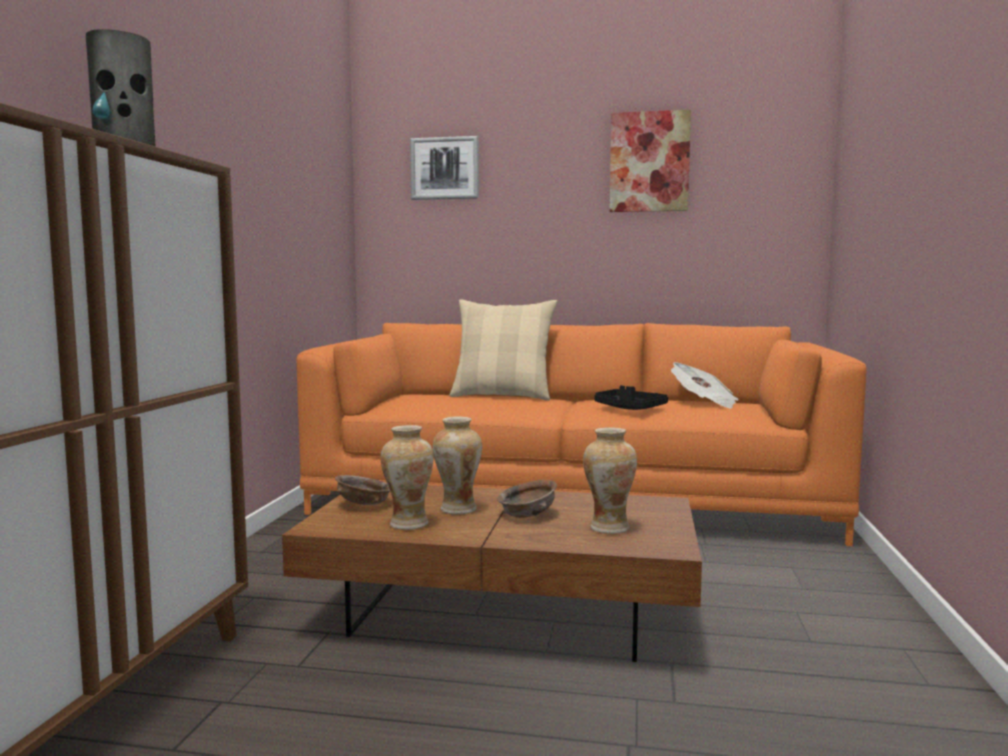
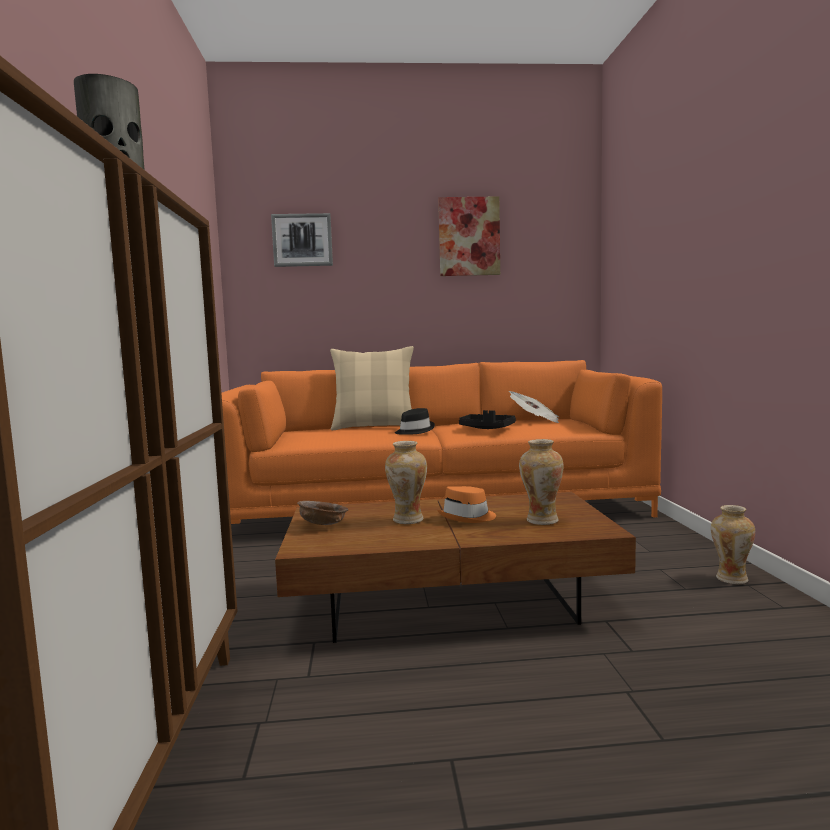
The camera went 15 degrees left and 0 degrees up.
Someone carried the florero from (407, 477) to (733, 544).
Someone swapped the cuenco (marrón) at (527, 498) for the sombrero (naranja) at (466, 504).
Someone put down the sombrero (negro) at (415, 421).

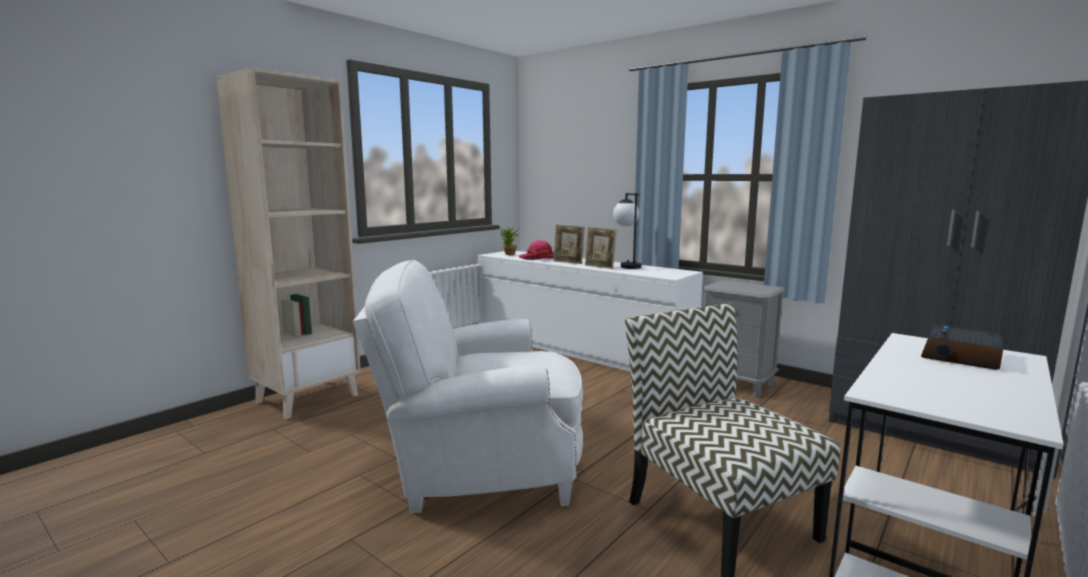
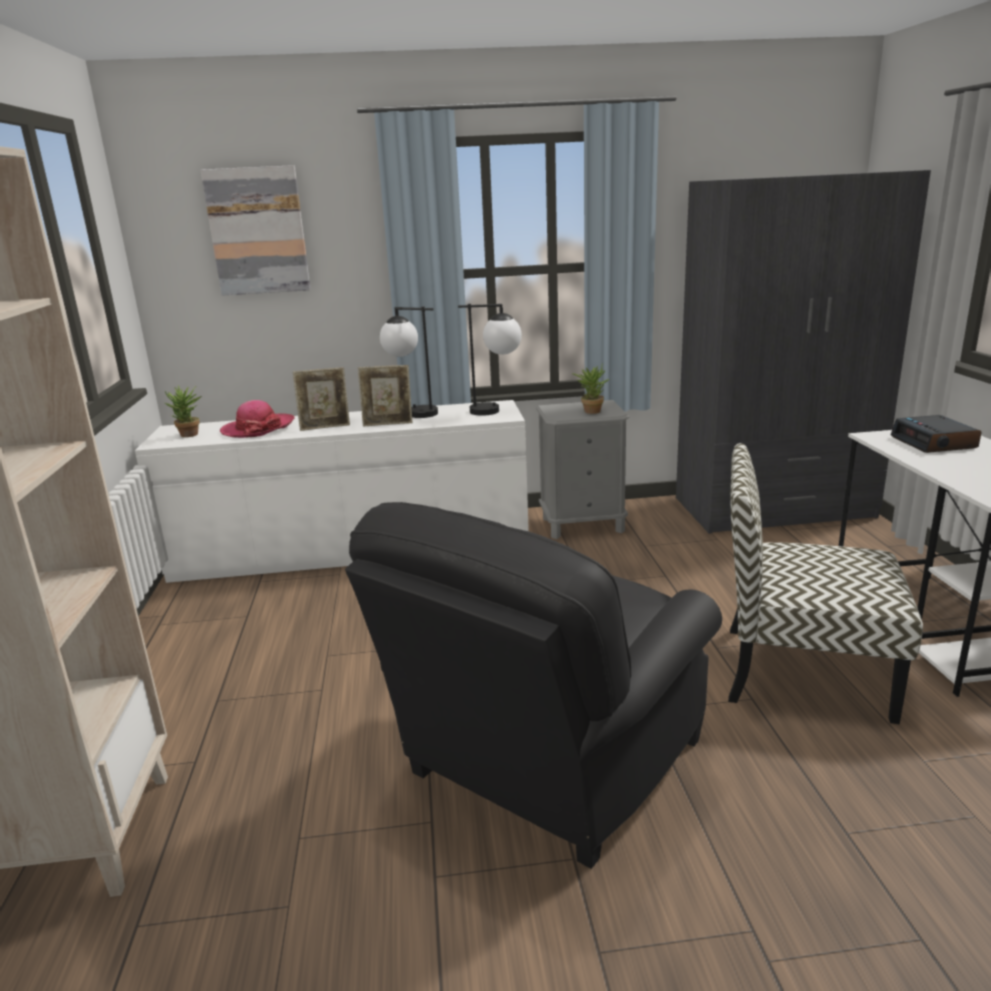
The camera went 45 degrees left and 10 degrees up.
Someone repainted the sillón (blanco) at (467, 386), which became the sillón (negro) at (533, 685).
Someone put up the cuadro at (255, 230).
Someone put down the lámpara de mesa at (490, 360).
Someone put down the planta en maceta at (590, 390).

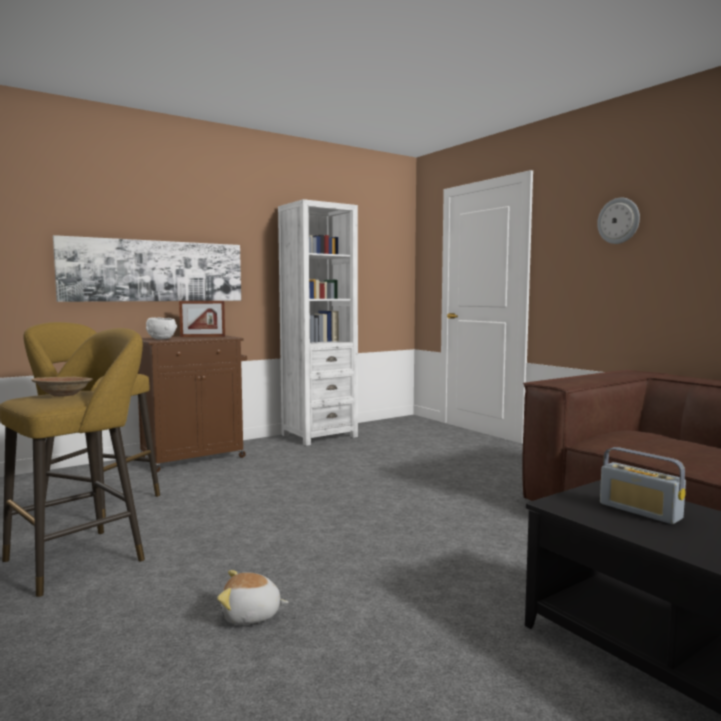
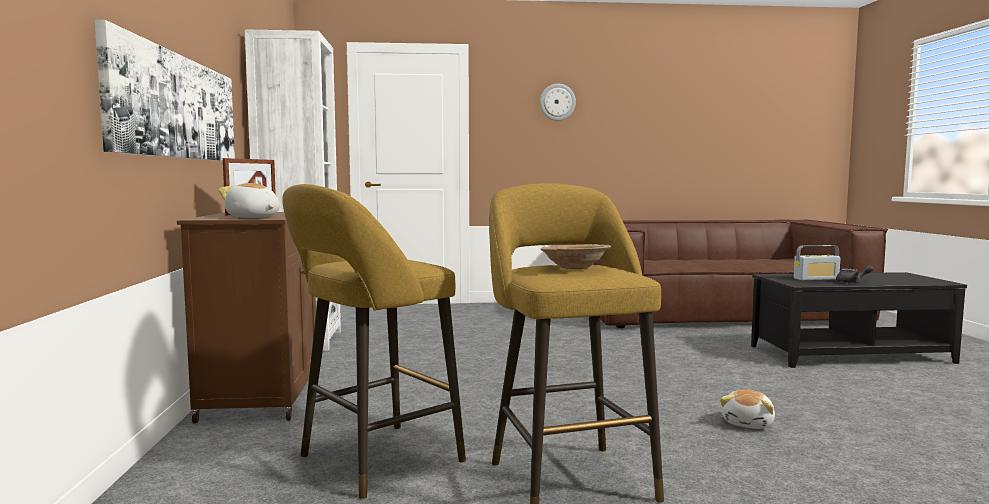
The camera went 60 degrees left and 0 degrees up.
Someone swapped the cuenco (blanco) at (161, 328) for the peluche at (249, 200).
Someone put down the tetera (gris) at (854, 275).

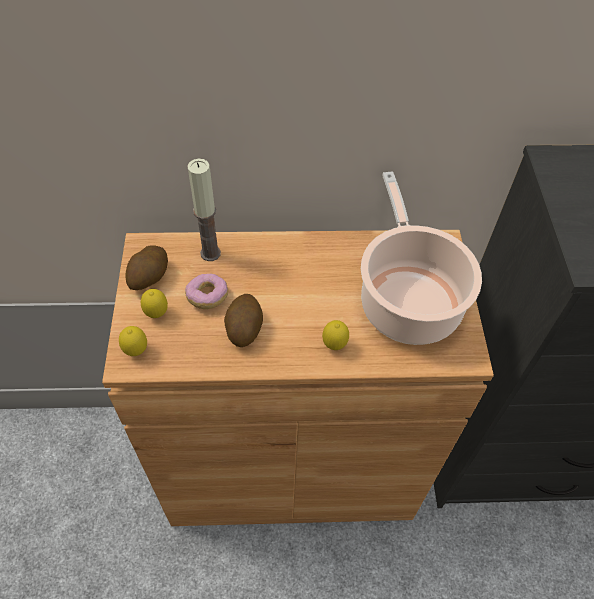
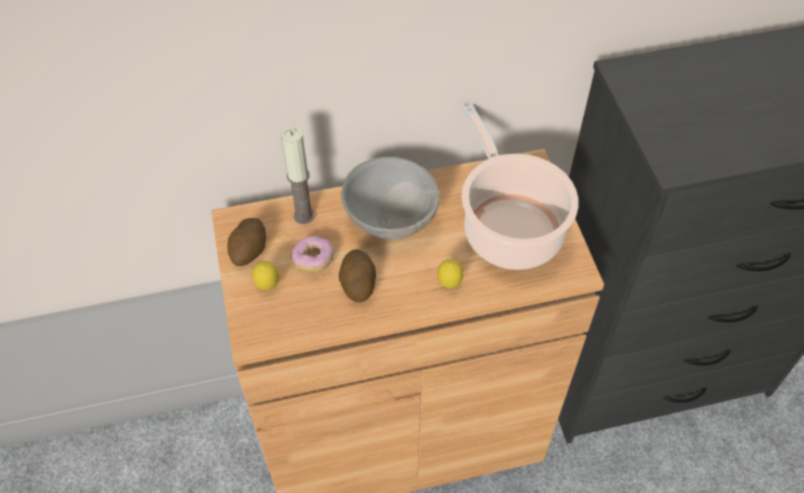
The camera went 10 degrees left and 0 degrees up.
Someone took away the limón at (133, 341).
Someone put down the cuenco (gris) at (390, 198).

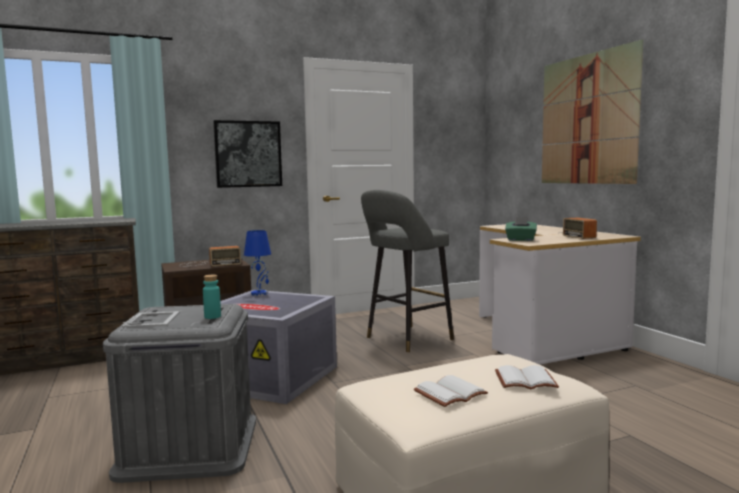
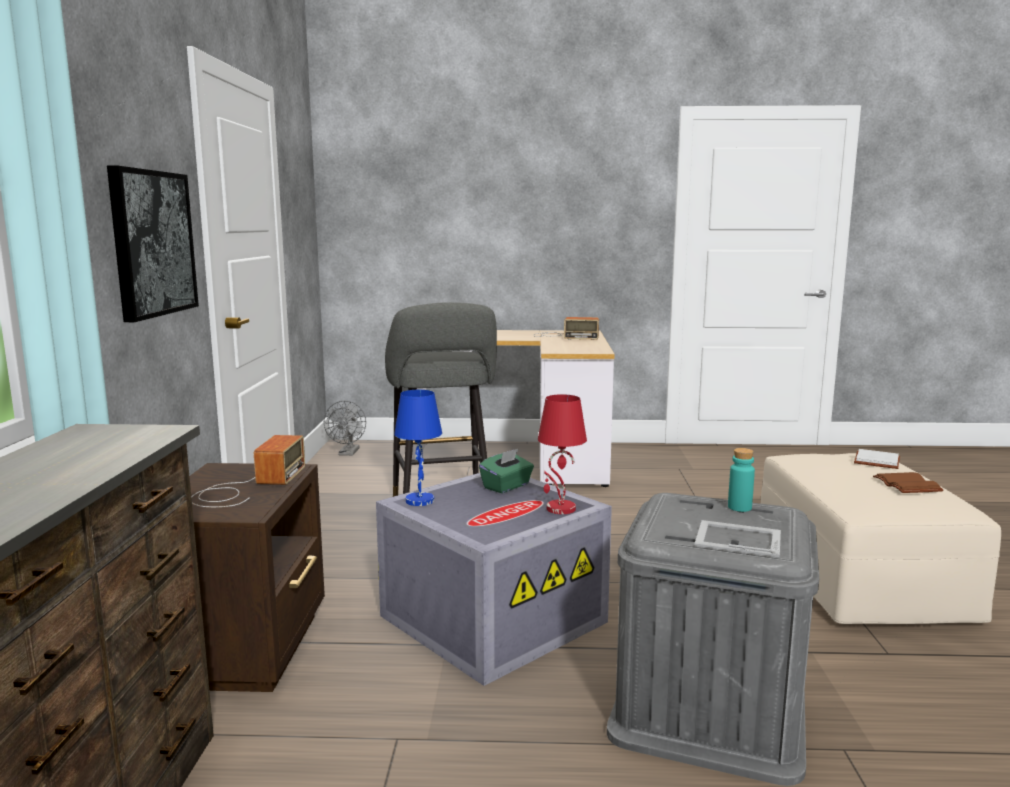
The camera went 65 degrees left and 5 degrees up.
Someone repainted the libro (blanco) at (451, 391), which became the libro (marrón) at (908, 482).
Someone carried the caja de pañuelos (verde) from (521, 229) to (506, 470).
Someone took away the cuadro at (592, 111).
Someone put down the ventilador (gris) at (345, 428).
Someone put down the lámpara de mesa (rojo) at (562, 454).

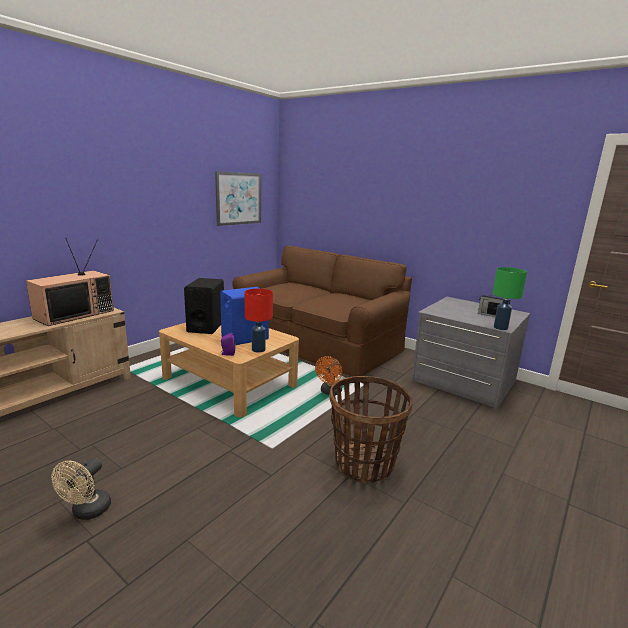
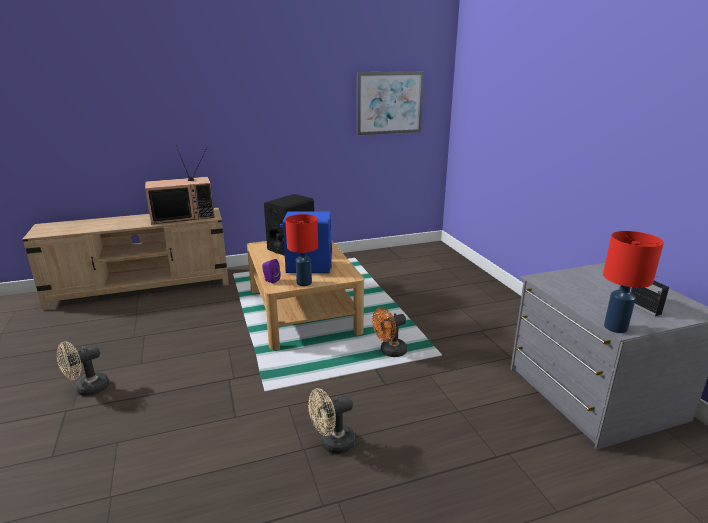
The camera went 35 degrees right and 5 degrees up.
Someone took away the sofá (marrón) at (322, 311).
Someone swapped the cesta at (371, 430) for the ventilador (beis) at (331, 421).
Someone repainted the lámpara de mesa (verde) at (510, 298), which became the lámpara de mesa (rojo) at (633, 282).

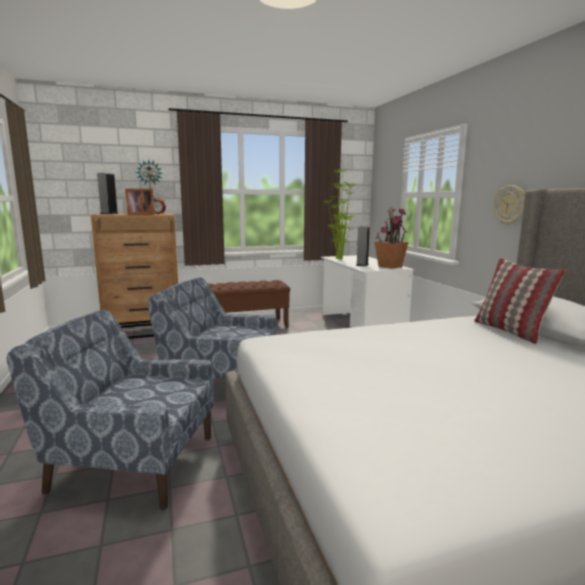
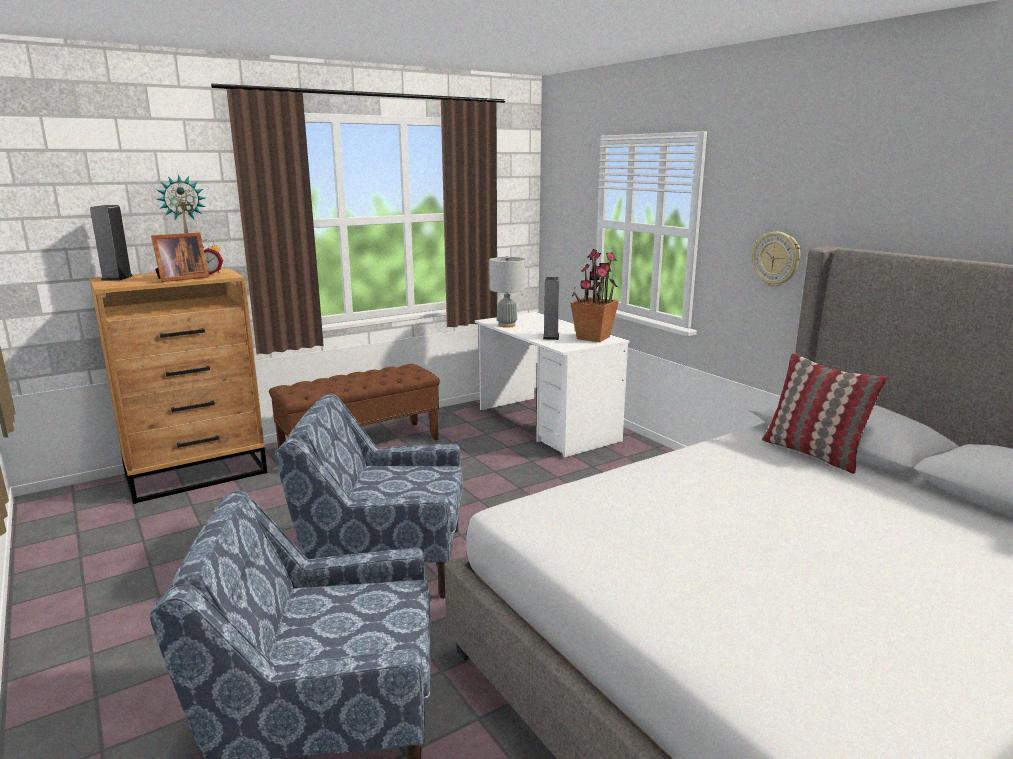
The camera went 15 degrees left and 5 degrees up.
Someone swapped the planta en maceta at (339, 214) for the lámpara de mesa (gris) at (507, 292).

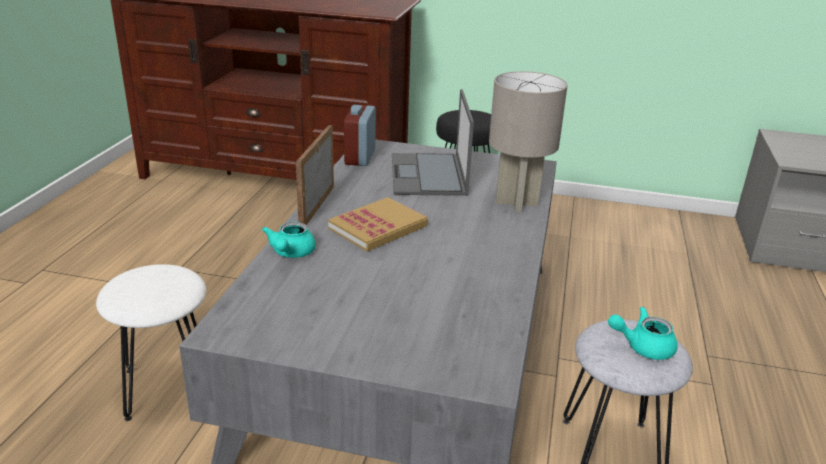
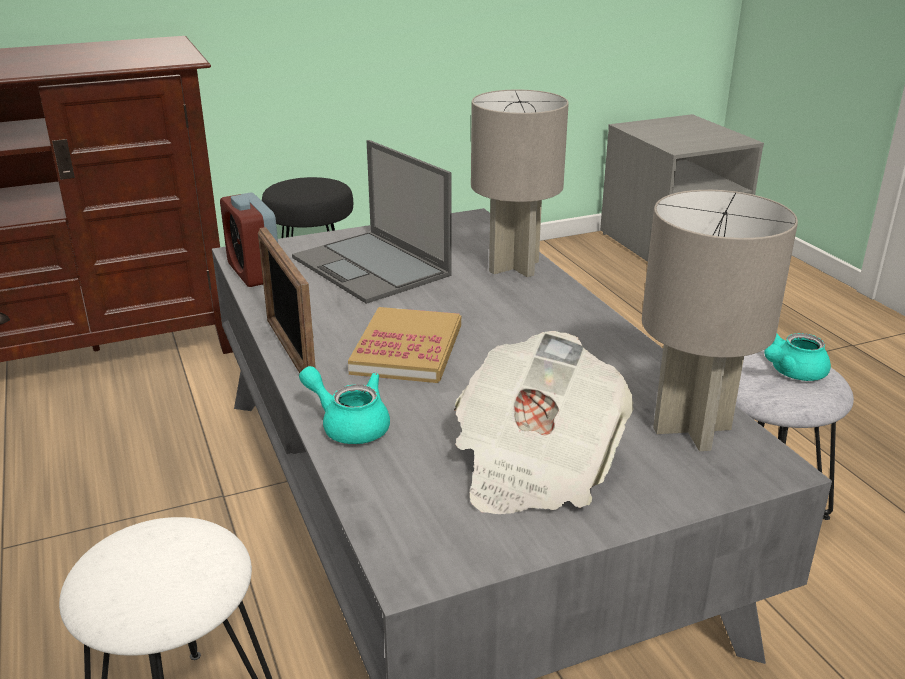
The camera went 35 degrees left and 0 degrees up.
Someone rotated the tetera (turquesa) at (289, 240) by 150 degrees clockwise.
Someone put down the periódico at (544, 422).
Someone put down the lámpara de mesa (gris) at (720, 320).

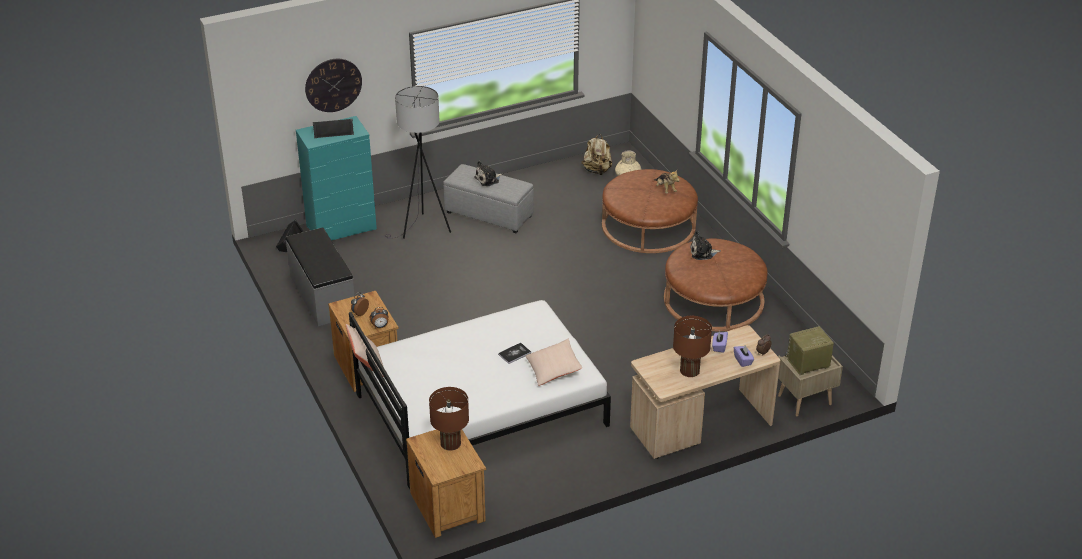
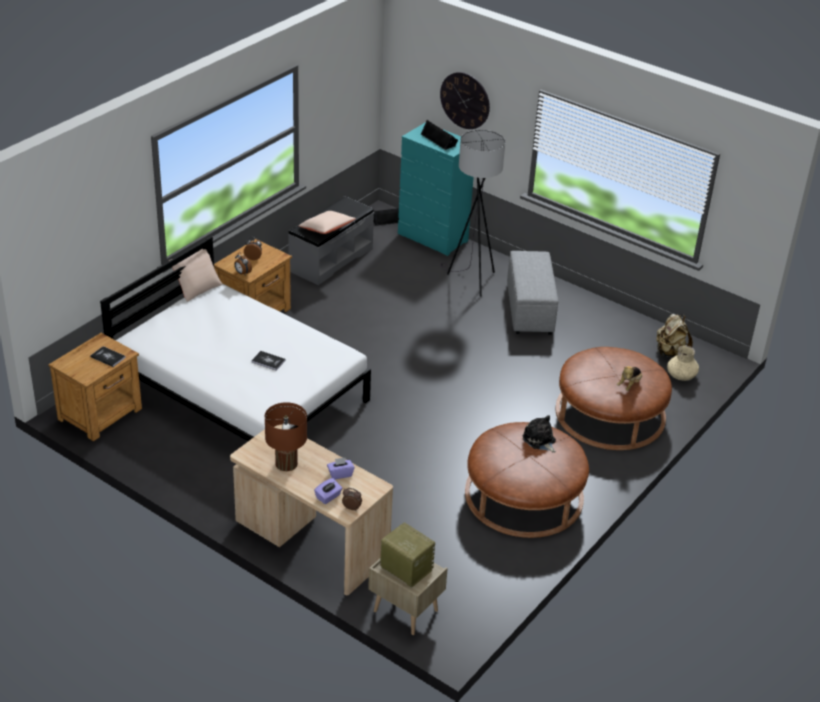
The camera went 60 degrees right and 0 degrees up.
Someone swapped the lámpara de mesa (marrón) at (449, 419) for the libro at (108, 356).
Someone took away the peluche at (488, 173).
Someone carried the cojín (beis) from (554, 362) to (327, 222).

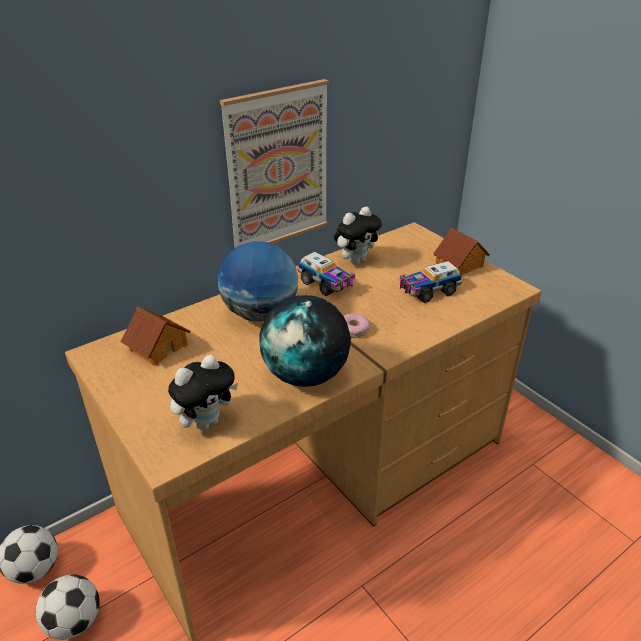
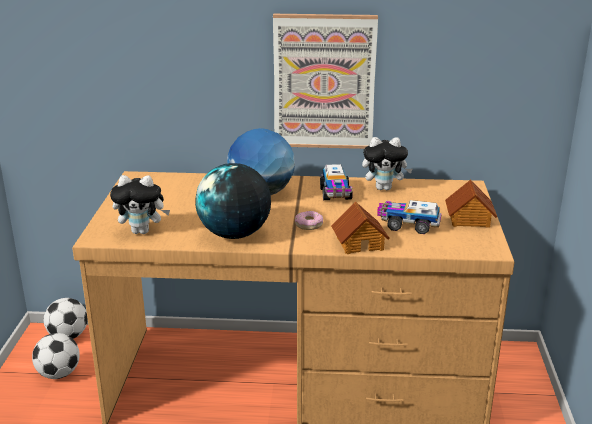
The camera went 40 degrees right and 10 degrees down.
Someone carried the casita from (155, 336) to (360, 227).

